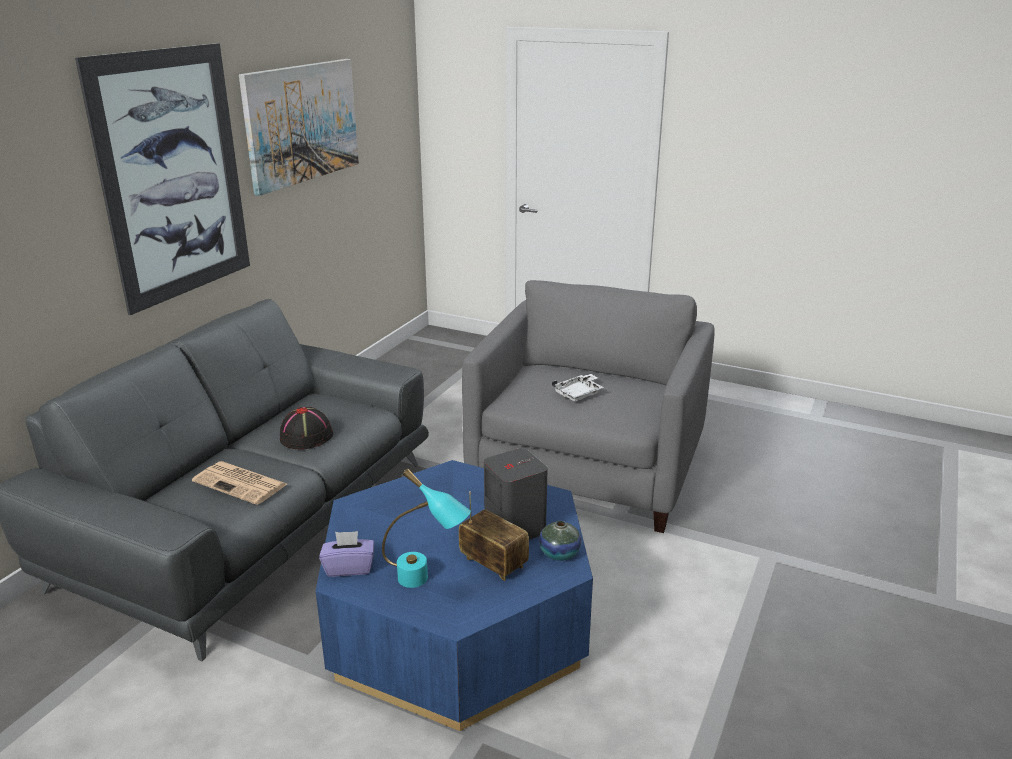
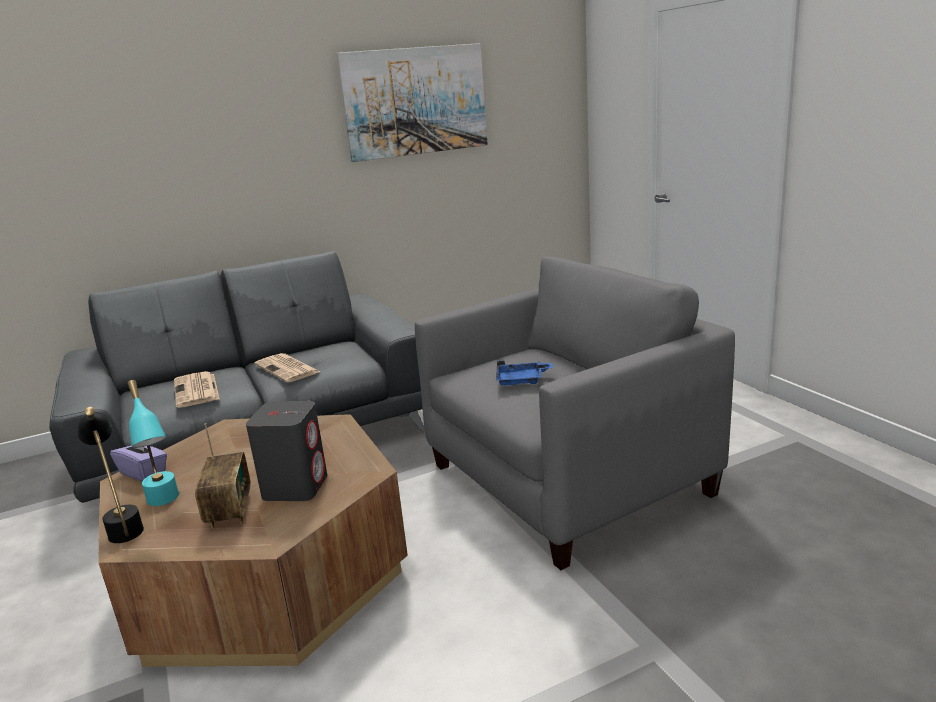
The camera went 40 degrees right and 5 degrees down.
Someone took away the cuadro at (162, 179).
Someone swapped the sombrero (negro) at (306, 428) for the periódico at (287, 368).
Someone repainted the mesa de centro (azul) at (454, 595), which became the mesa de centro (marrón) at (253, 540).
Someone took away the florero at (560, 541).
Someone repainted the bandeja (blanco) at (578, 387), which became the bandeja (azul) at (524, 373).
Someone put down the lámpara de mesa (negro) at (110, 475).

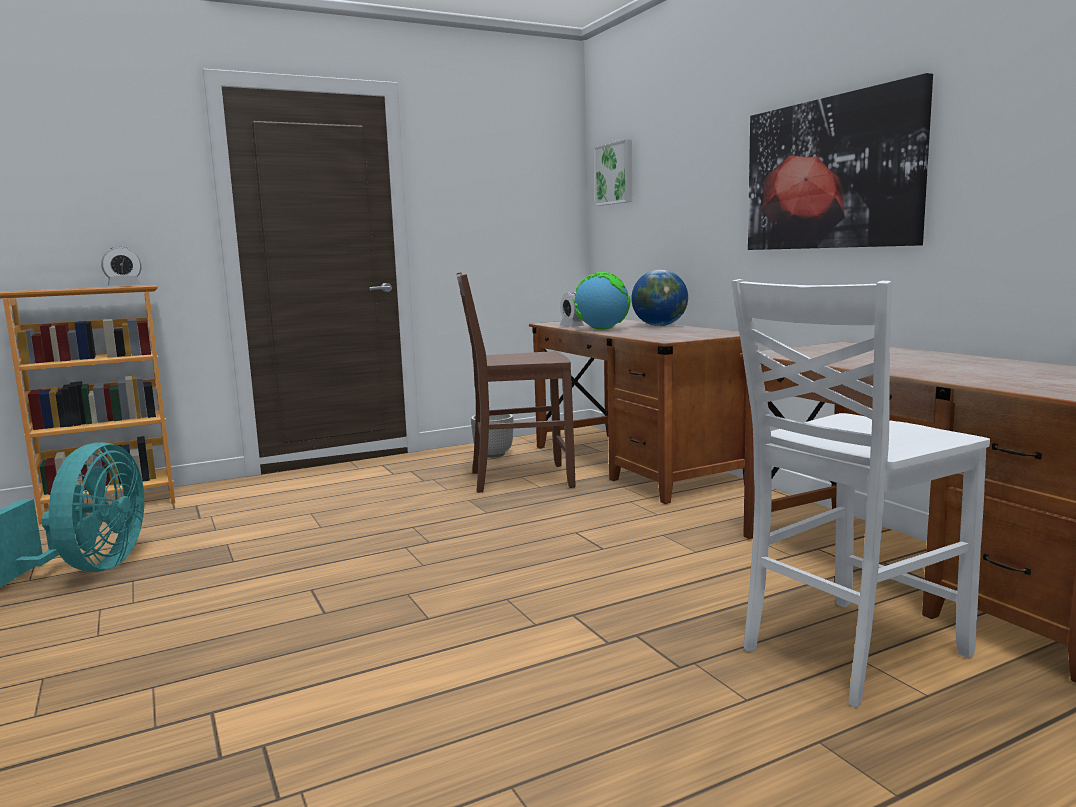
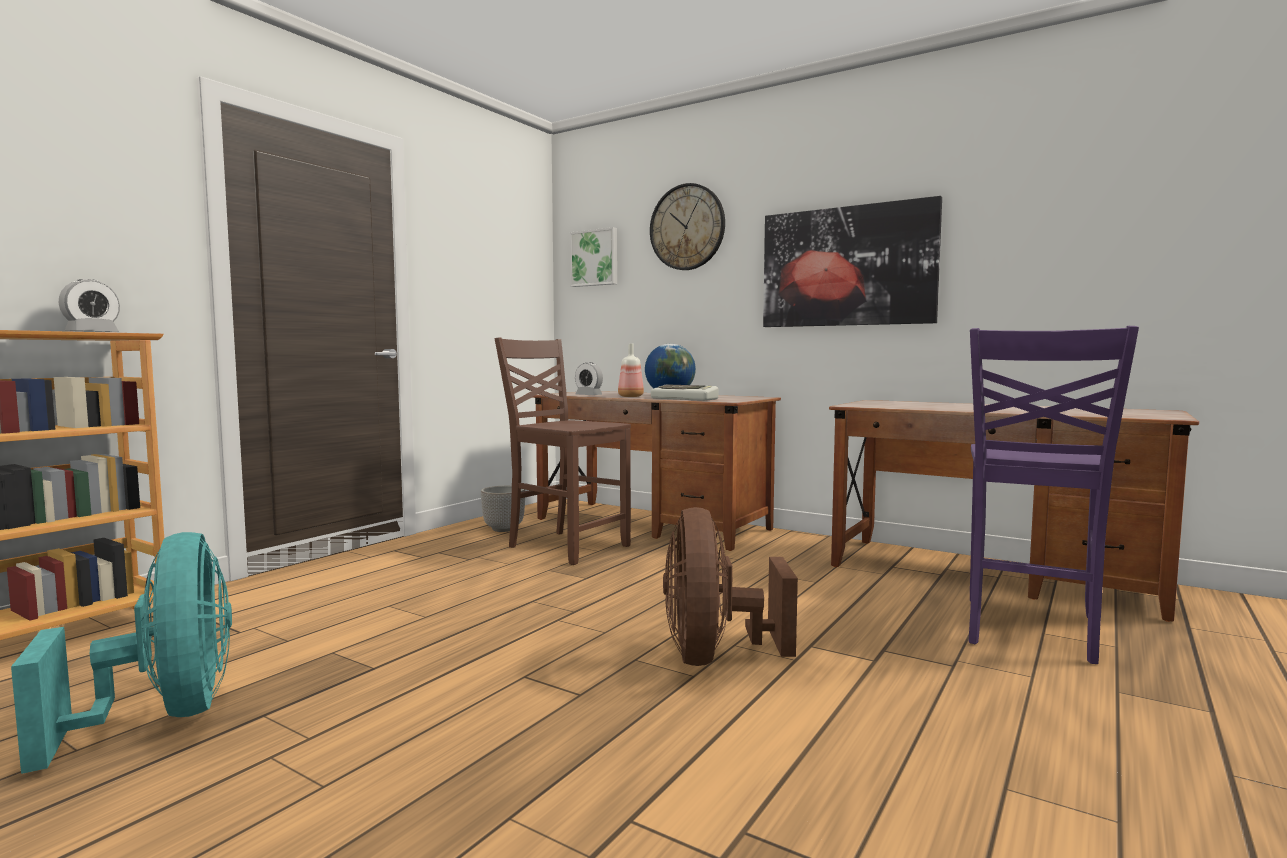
The camera went 30 degrees left and 5 degrees down.
Someone rotated the silla (marrón) at (516, 382) by 75 degrees clockwise.
Someone swapped the globo terráqueo at (602, 301) for the botella at (631, 370).
Someone repainted the silla (blanco) at (860, 493), which became the silla (morado) at (1054, 495).
Someone put up the reloj de pared at (687, 226).
Someone put down the teclado at (684, 392).
Someone put down the ventilador (marrón) at (730, 586).

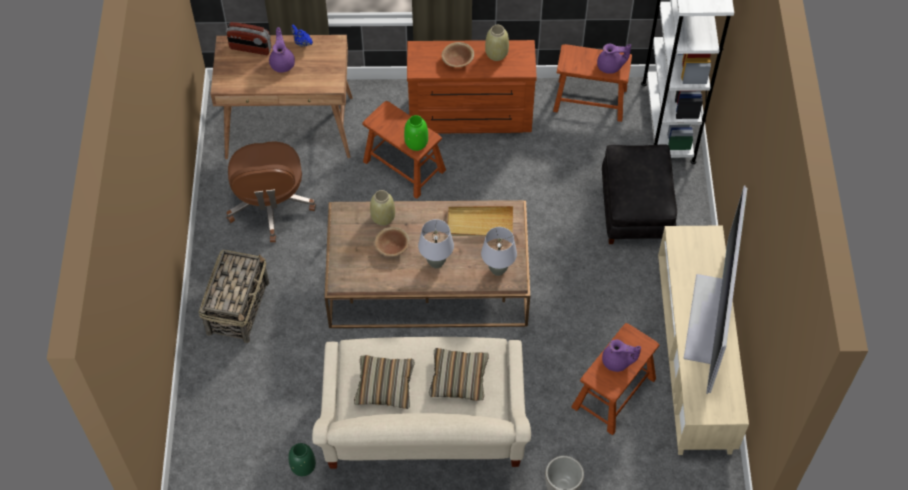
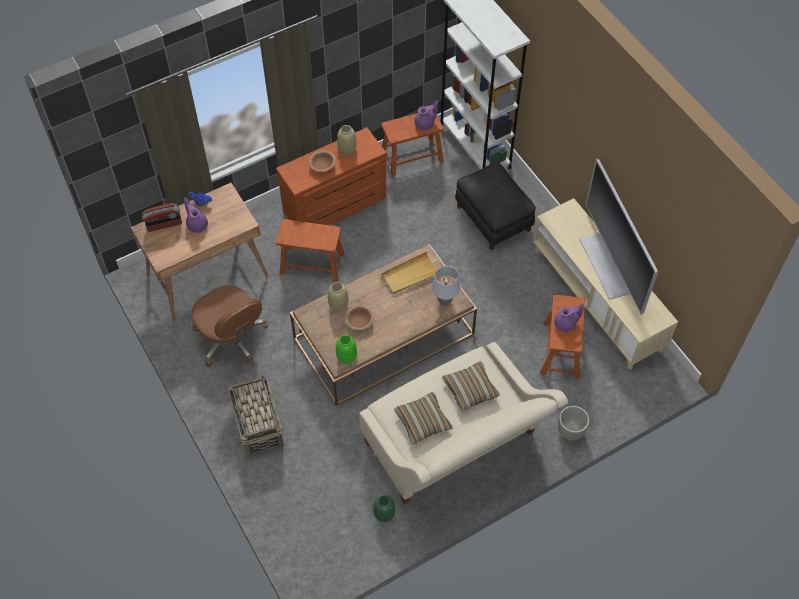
The camera went 30 degrees left and 0 degrees up.
Someone carried the florero (verde) from (416, 133) to (346, 349).
Someone took away the lámpara de mesa (gris) at (436, 243).

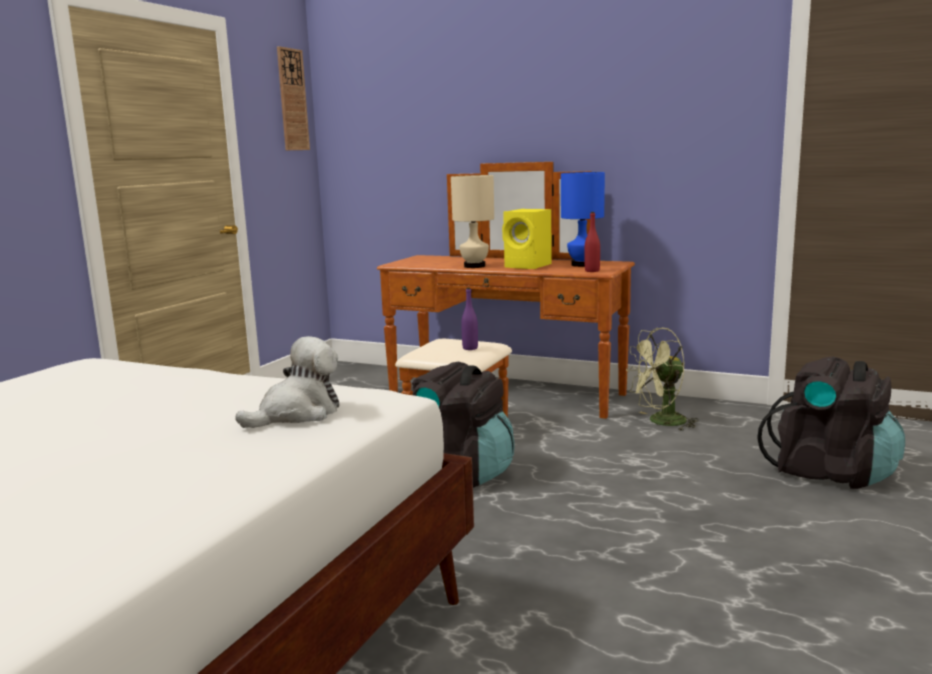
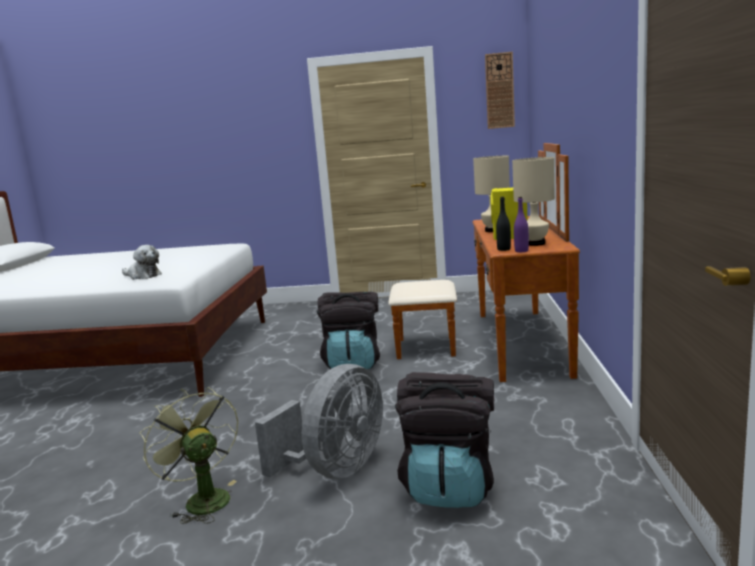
The camera went 70 degrees right and 0 degrees up.
Someone carried the botella (morado) from (469, 318) to (521, 224).
Someone repainted the lámpara de mesa (azul) at (583, 219), which became the lámpara de mesa (beis) at (533, 201).
Someone repainted the botella (rojo) at (592, 242), which became the botella (negro) at (503, 224).
Someone carried the ventilador (verde) from (662, 379) to (188, 455).
Someone put down the ventilador (gris) at (319, 421).

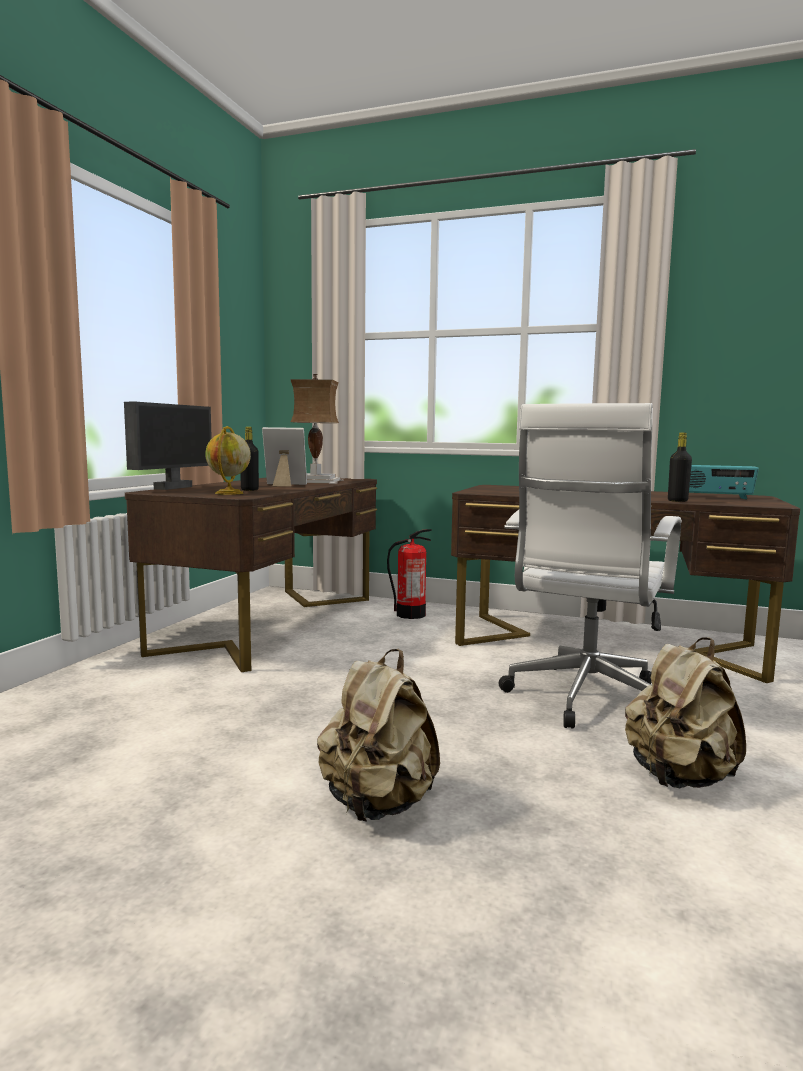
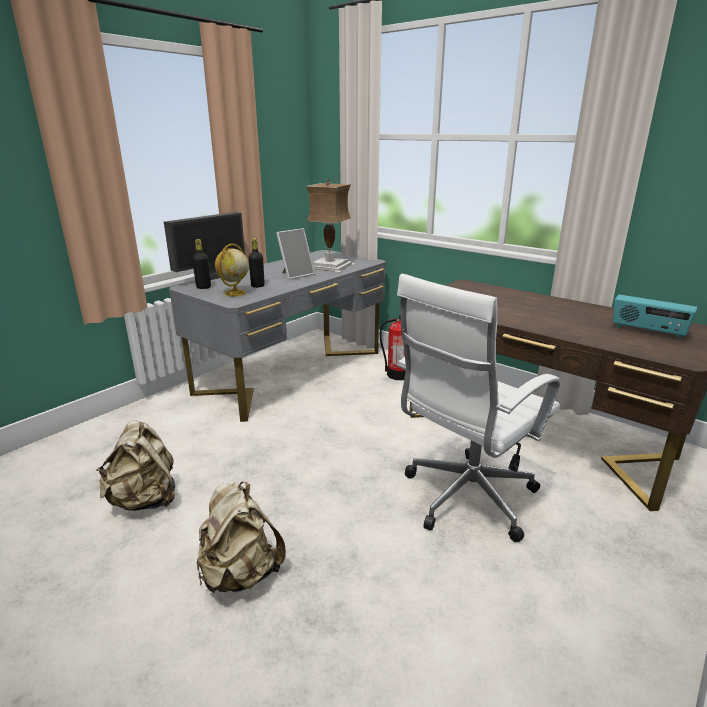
The camera went 20 degrees right and 15 degrees up.
Someone repainted the escritorio (marrón) at (251, 575), which became the escritorio (gris) at (277, 336).
Someone rotated the portarretratos at (284, 457) by 120 degrees clockwise.
Someone carried the mochila (beis) from (685, 713) to (135, 465).
Someone carried the botella (negro) from (680, 467) to (201, 264).

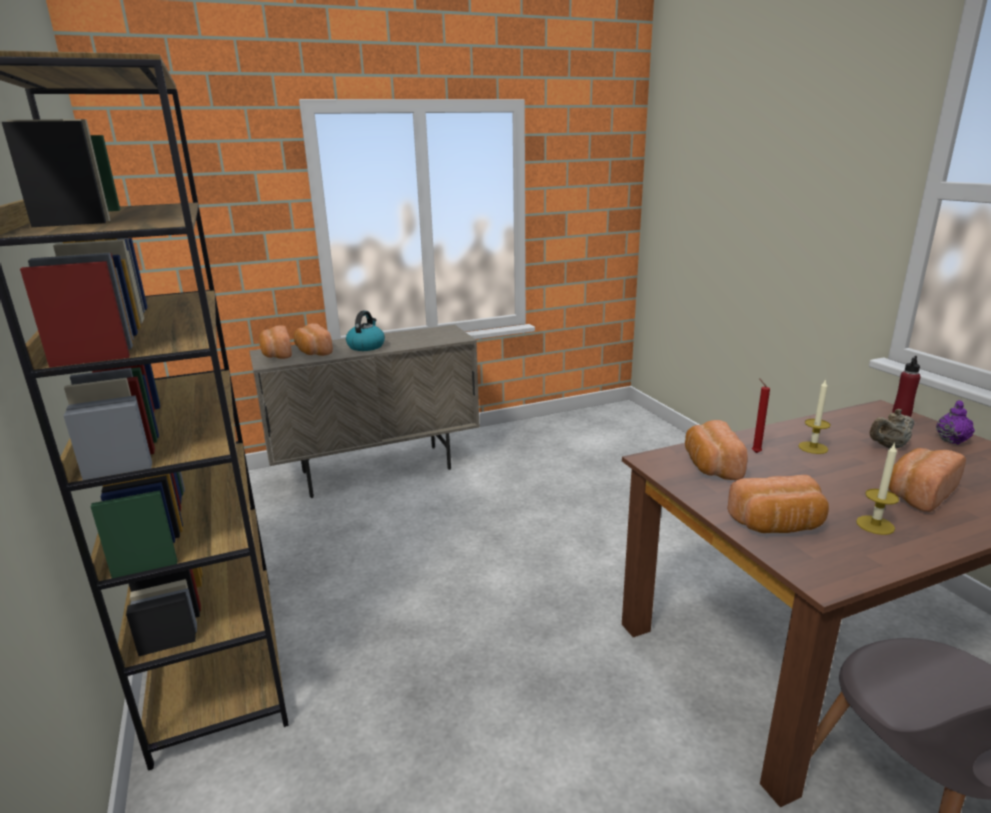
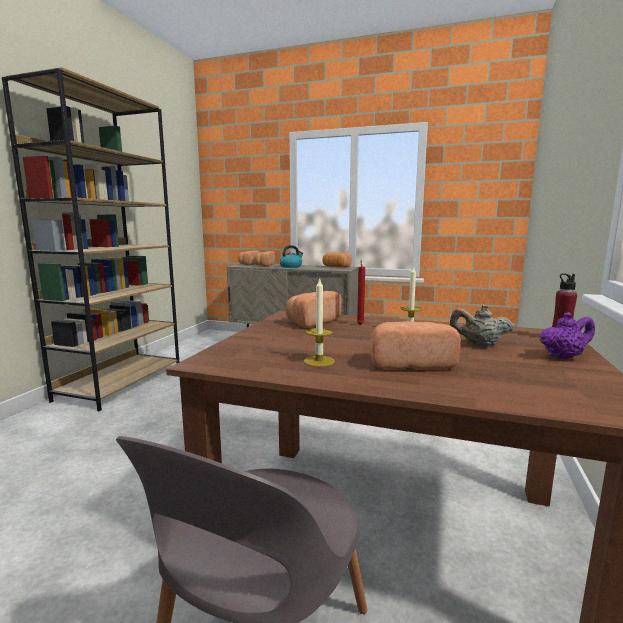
The camera went 40 degrees right and 10 degrees down.
Someone carried the pan from (778, 504) to (337, 260).

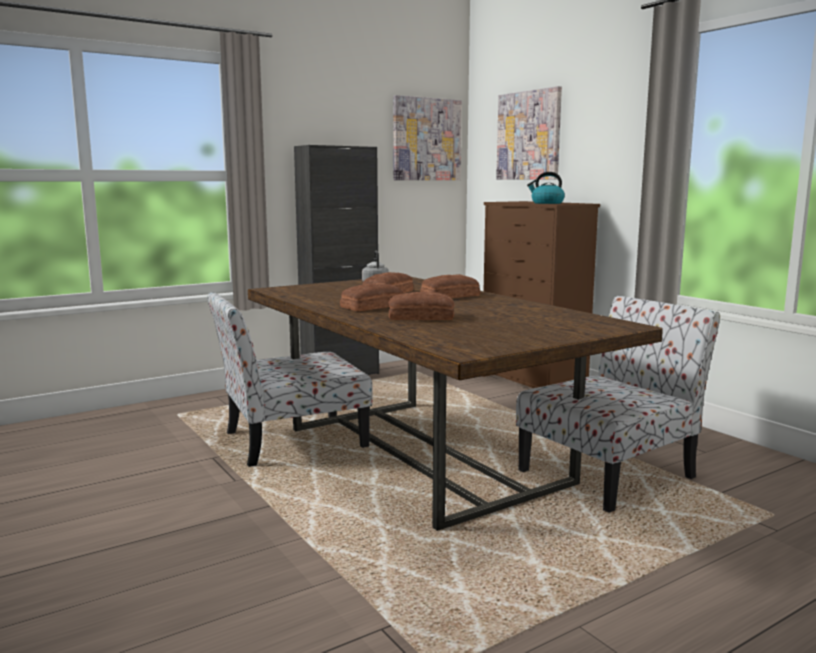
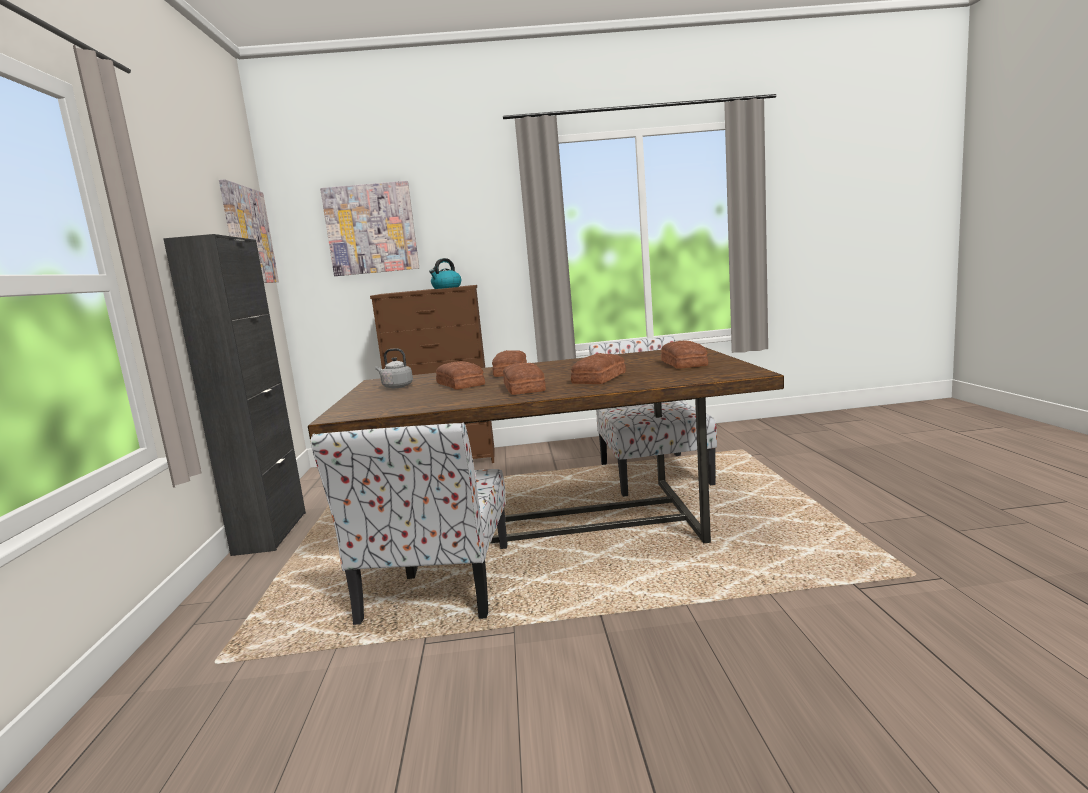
The camera went 60 degrees left and 0 degrees up.
Someone put down the pan at (684, 355).

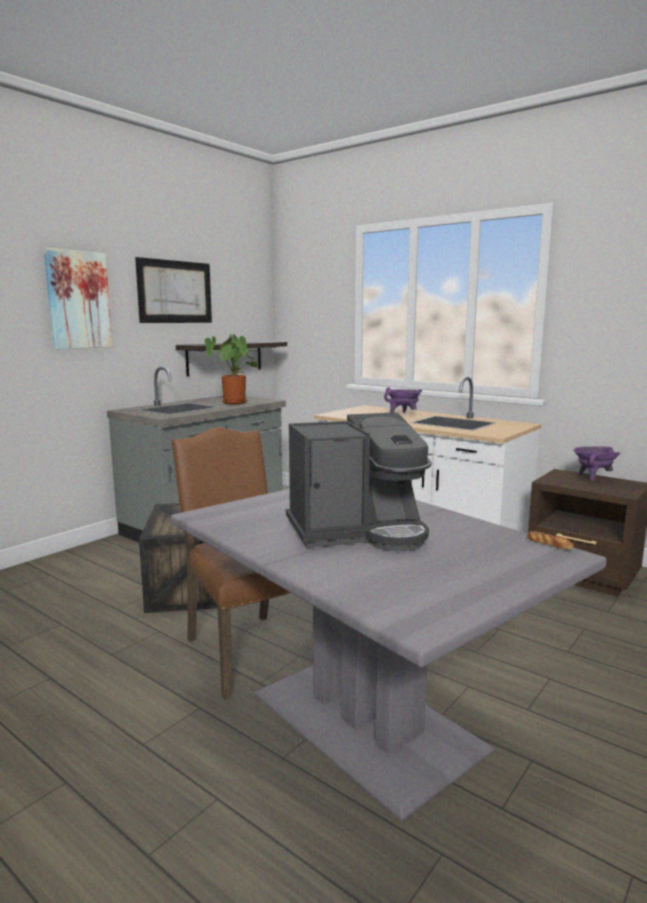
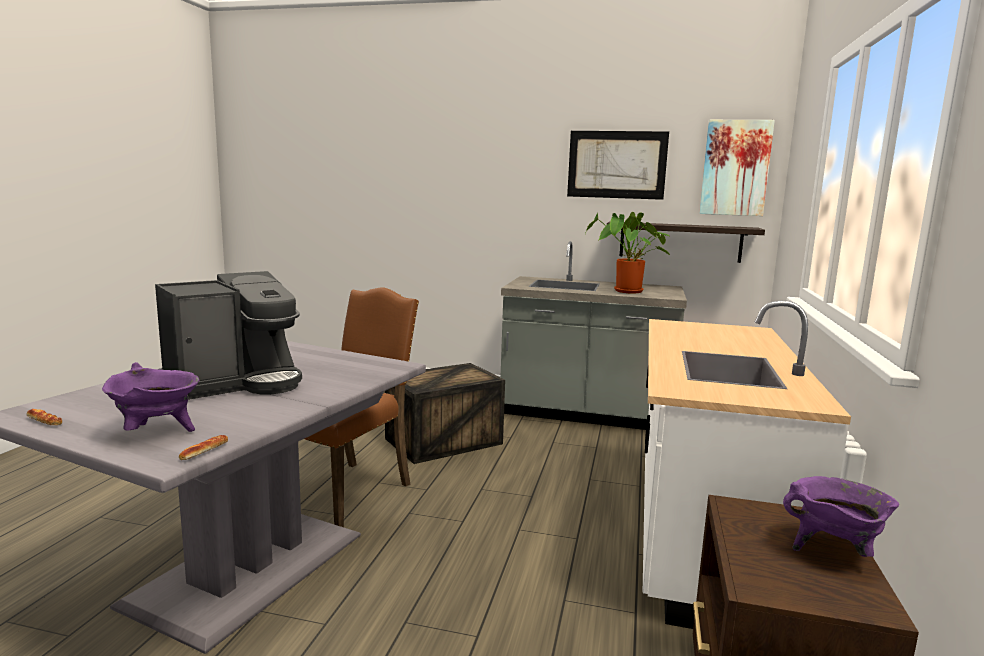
The camera went 65 degrees right and 0 degrees up.
Someone carried the cuadro from (78, 298) to (737, 168).
Someone rotated the cafetera at (359, 481) by 90 degrees counterclockwise.
Someone carried the olla (morado) from (403, 400) to (151, 397).
Someone put down the pan at (44, 417).

